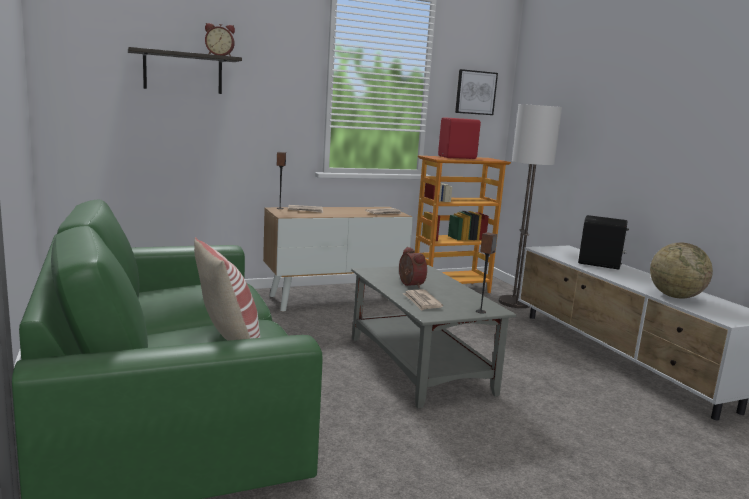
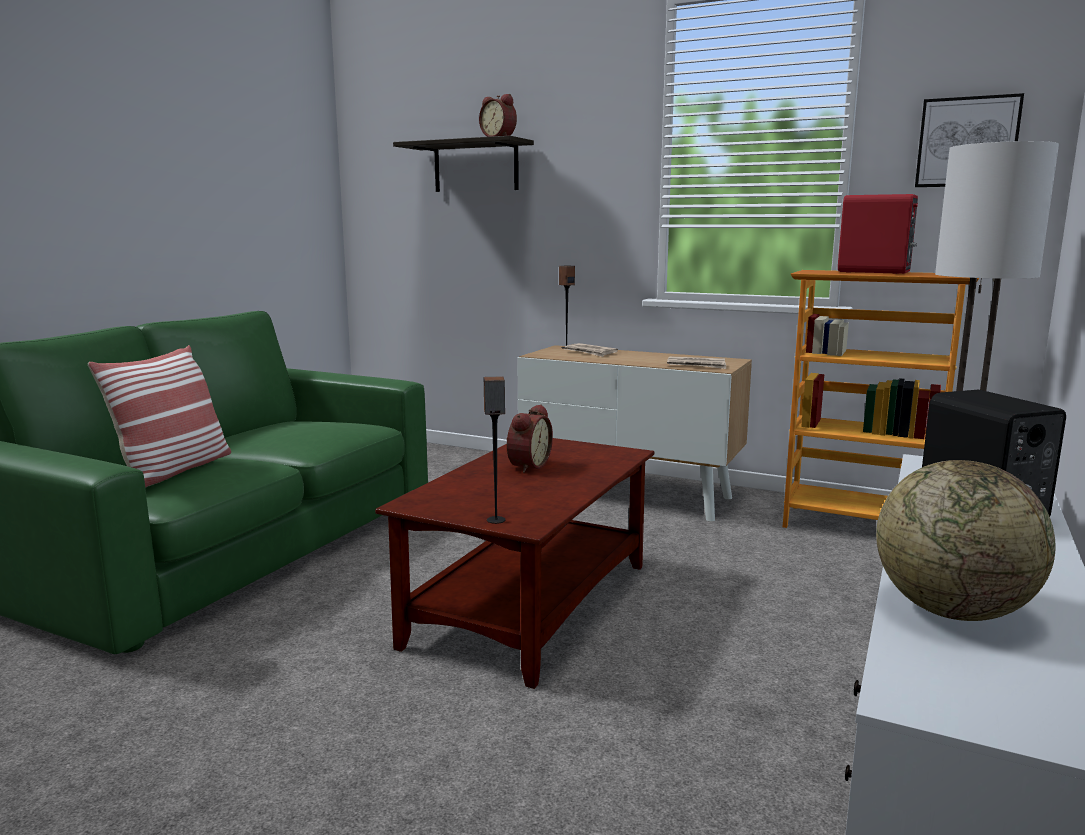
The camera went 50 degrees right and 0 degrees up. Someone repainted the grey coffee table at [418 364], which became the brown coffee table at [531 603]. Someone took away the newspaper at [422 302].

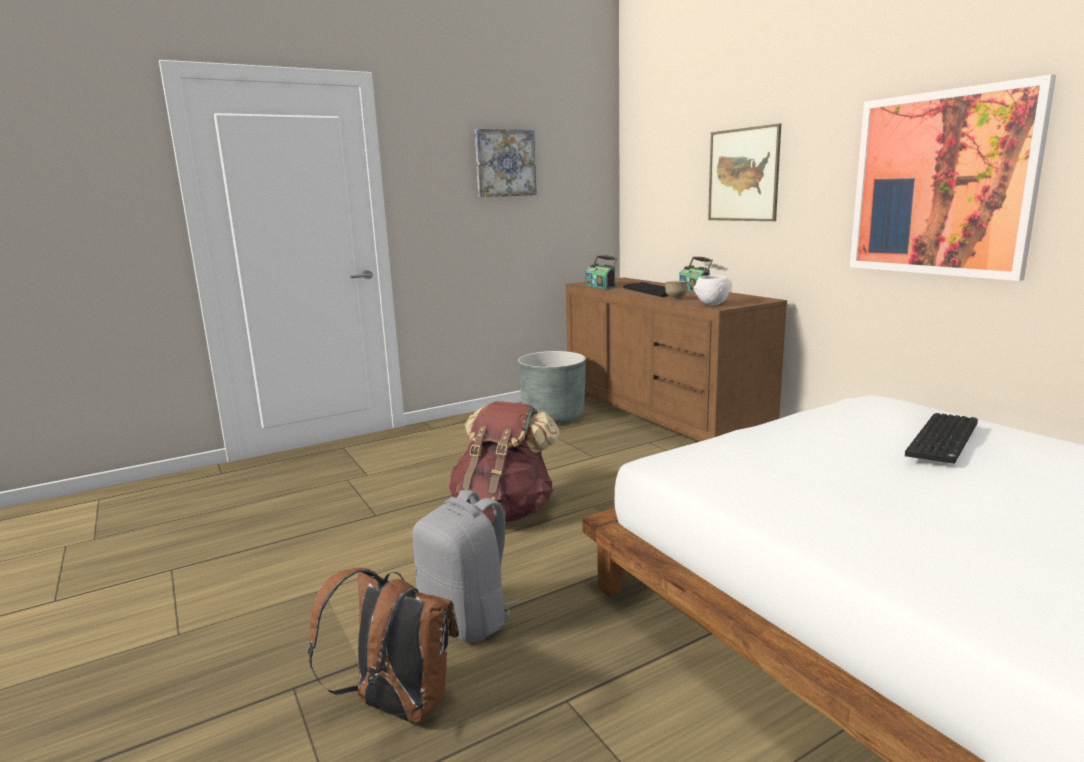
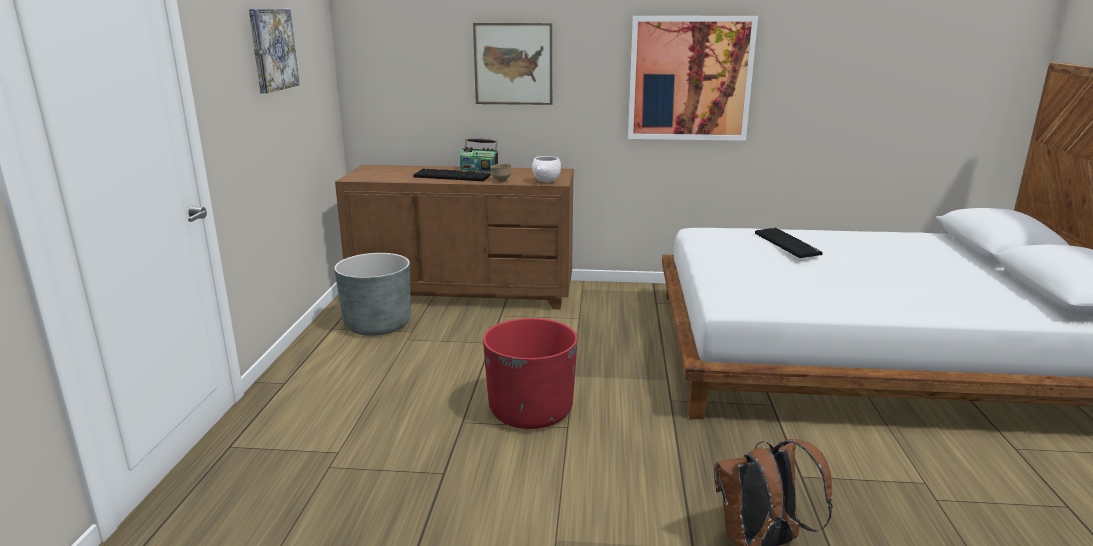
The camera went 55 degrees left and 5 degrees up. Someone took away the grey backpack at [468 619]. Someone swapped the brown backpack at [504 511] for the red planter at [530 411]. Someone took away the radio at [601 286].

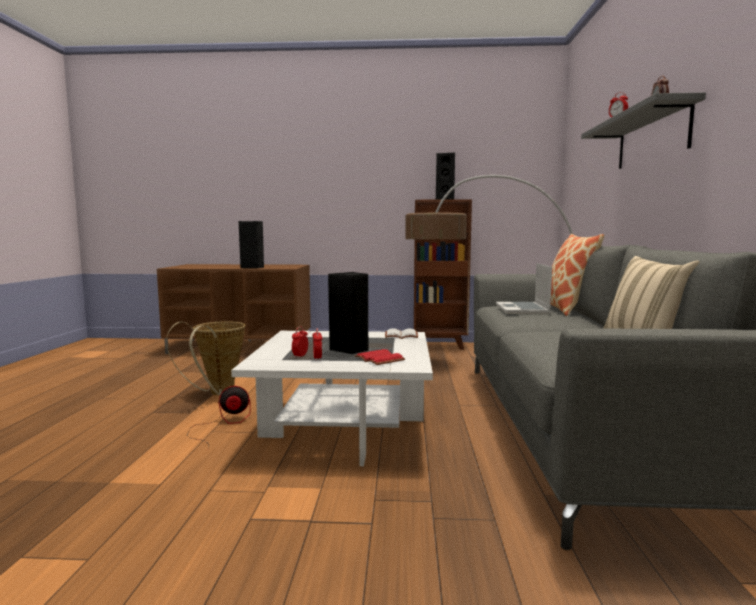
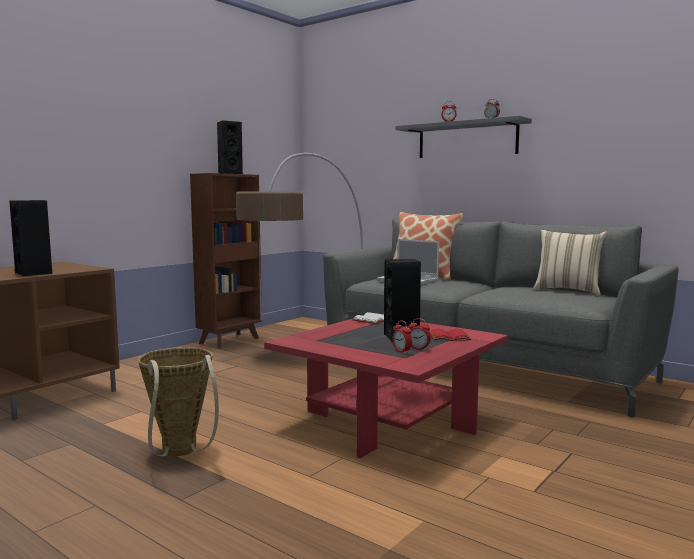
The camera went 55 degrees left and 0 degrees up. Someone took away the fan at [223 424]. Someone repainted the white coffee table at [344 428], which became the red coffee table at [388 422].

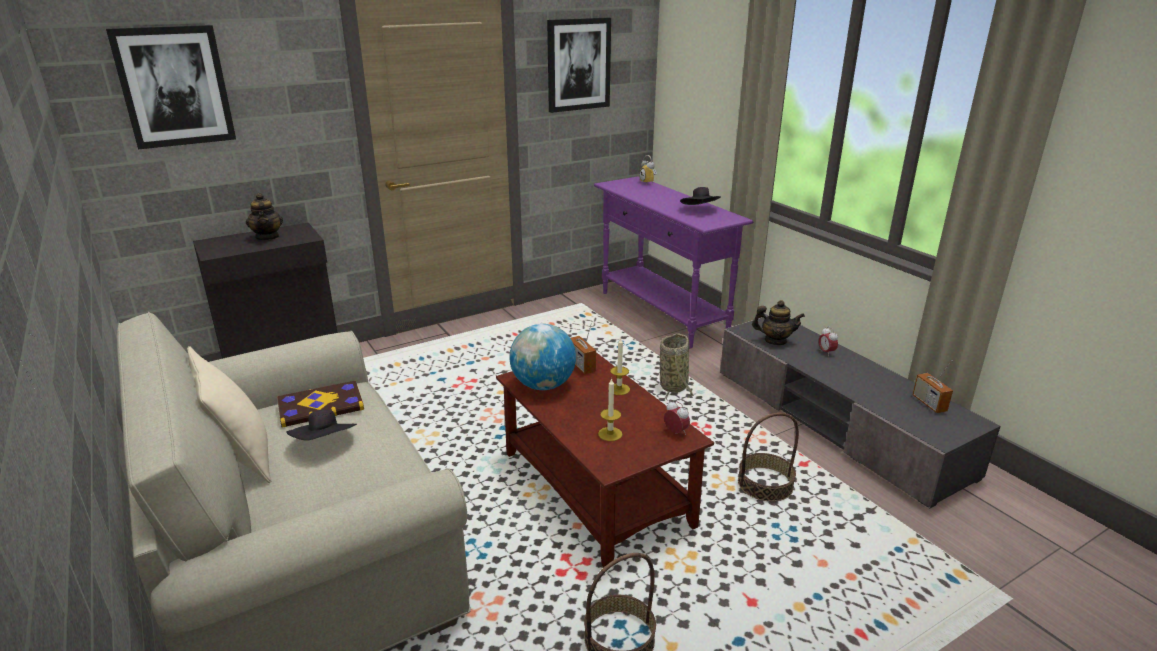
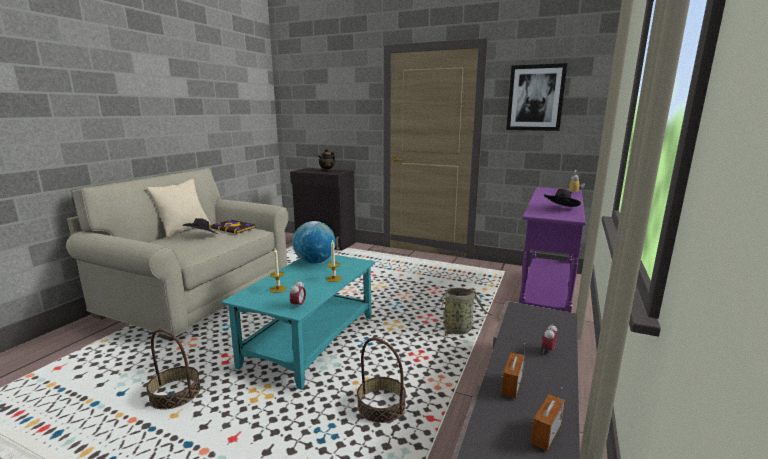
The camera went 55 degrees right and 10 degrees down. Someone took away the picture at [174 87]. Someone repainted the brown coffee table at [594 488], which became the turquoise coffee table at [311 340]. Someone carried the radio from [581 366] to [511 386]. Someone took away the teapot at [775 341].

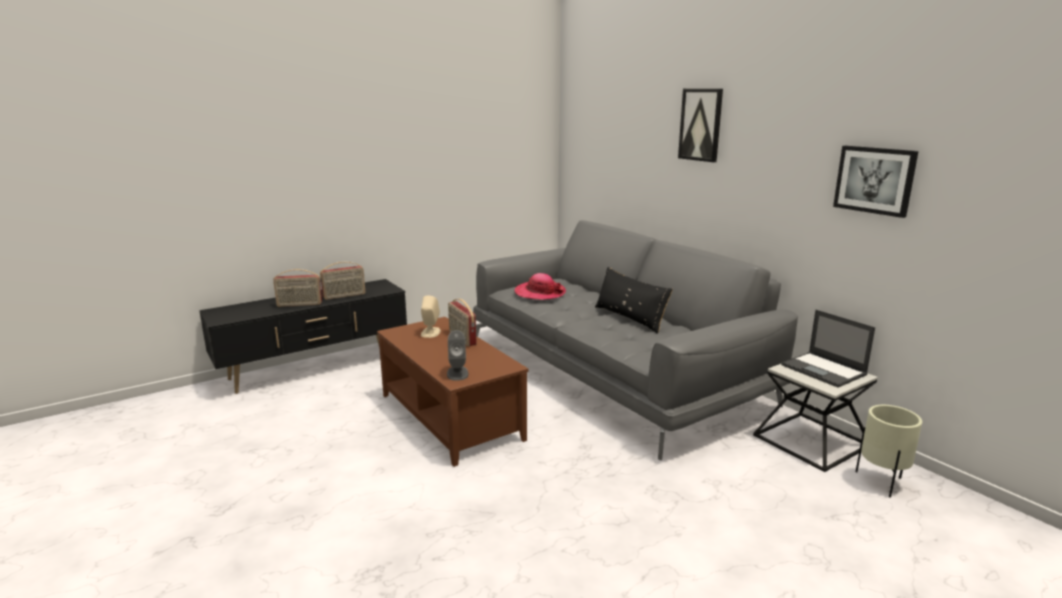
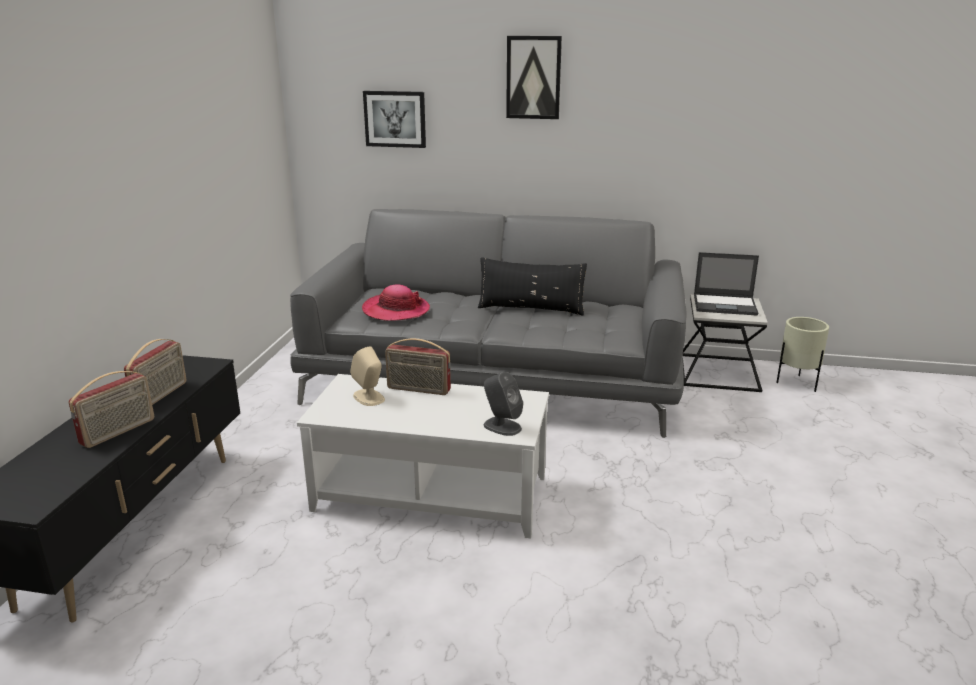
The camera went 45 degrees left and 5 degrees up. Someone repainted the brown coffee table at [451 416], which became the white coffee table at [431 492]. Someone carried the picture from [874 180] to [395 119].

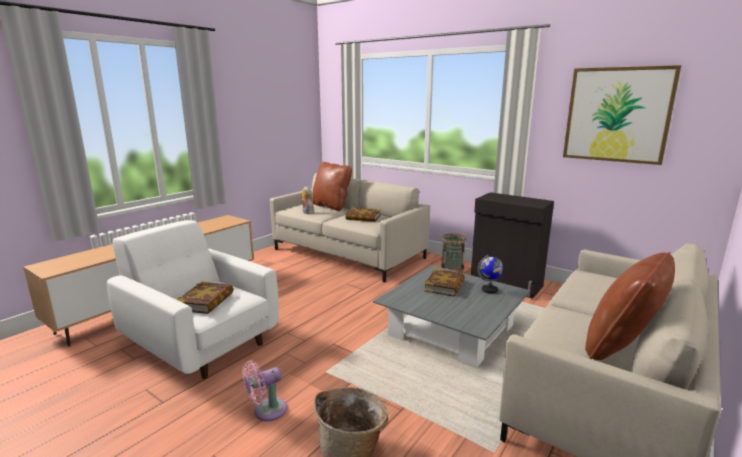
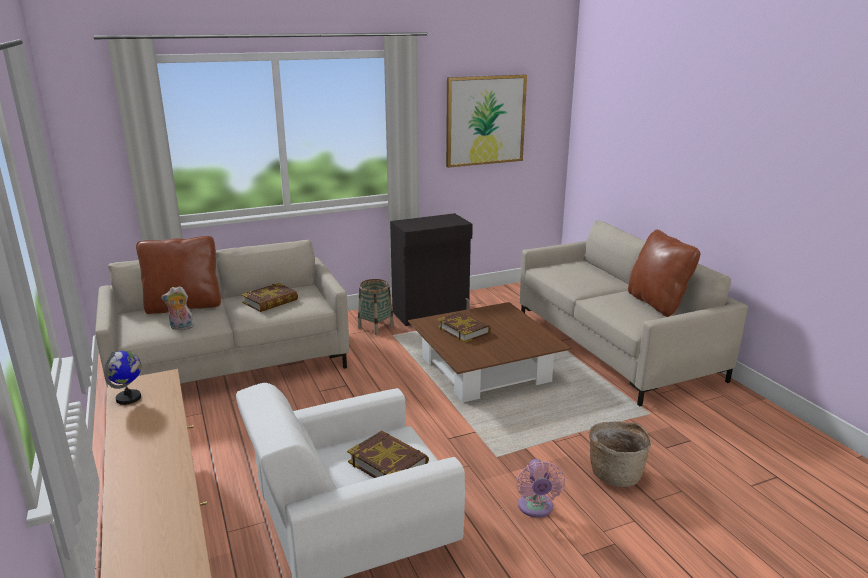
The camera went 60 degrees left and 5 degrees up. Someone repainted the grey coffee table at [452 331], which became the brown coffee table at [485 369]. Someone carried the globe from [489 290] to [129 398].

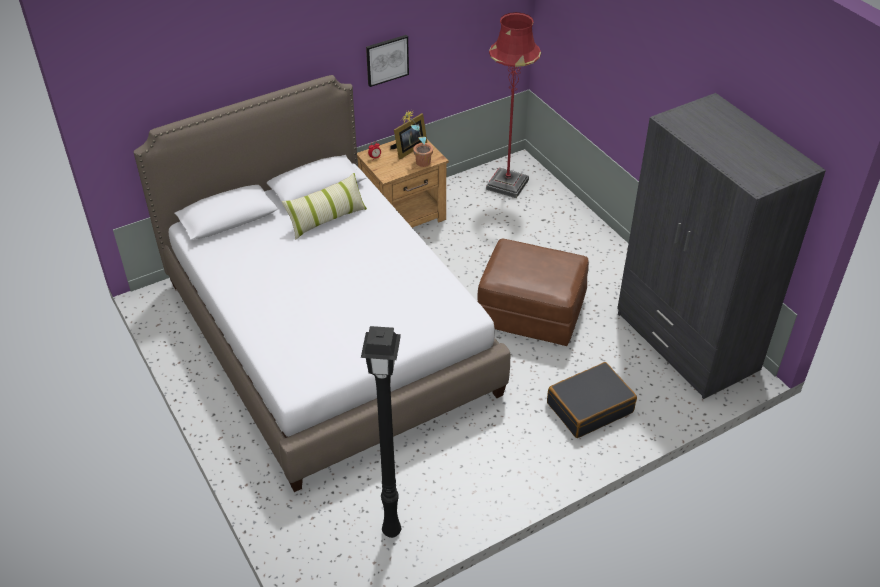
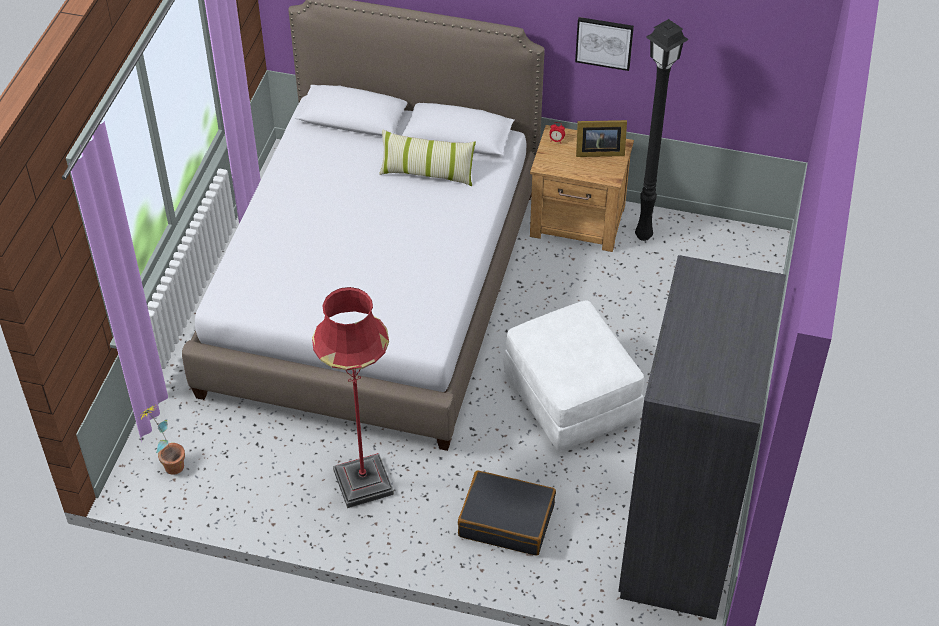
The camera went 45 degrees right and 5 degrees up. Someone carried the black floor lamp from [392 532] to [643 236]. Someone carried the potted plant from [418 163] to [169 463]. Someone repainted the brown ottoman at [530 312], which became the white ottoman at [570 397]. Someone carried the red floor lamp from [507 184] to [363 482].

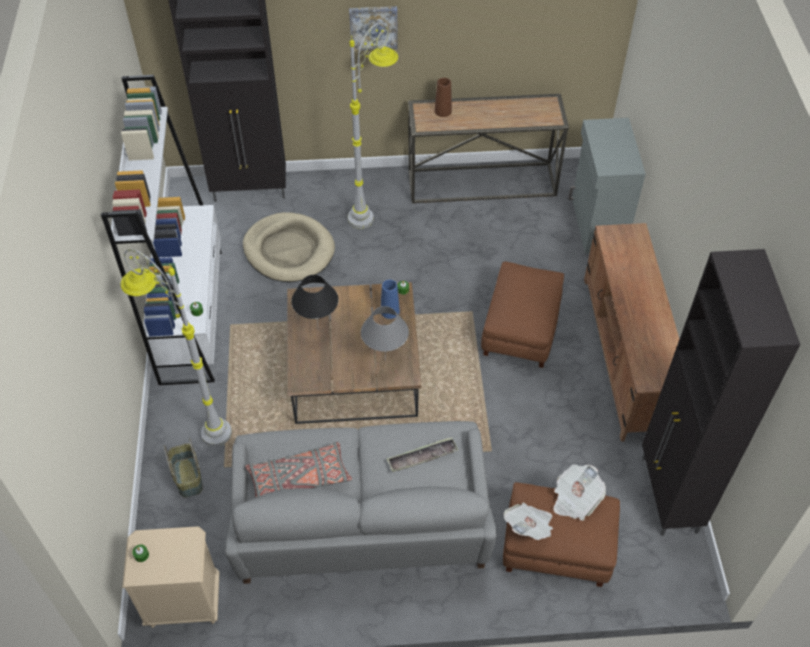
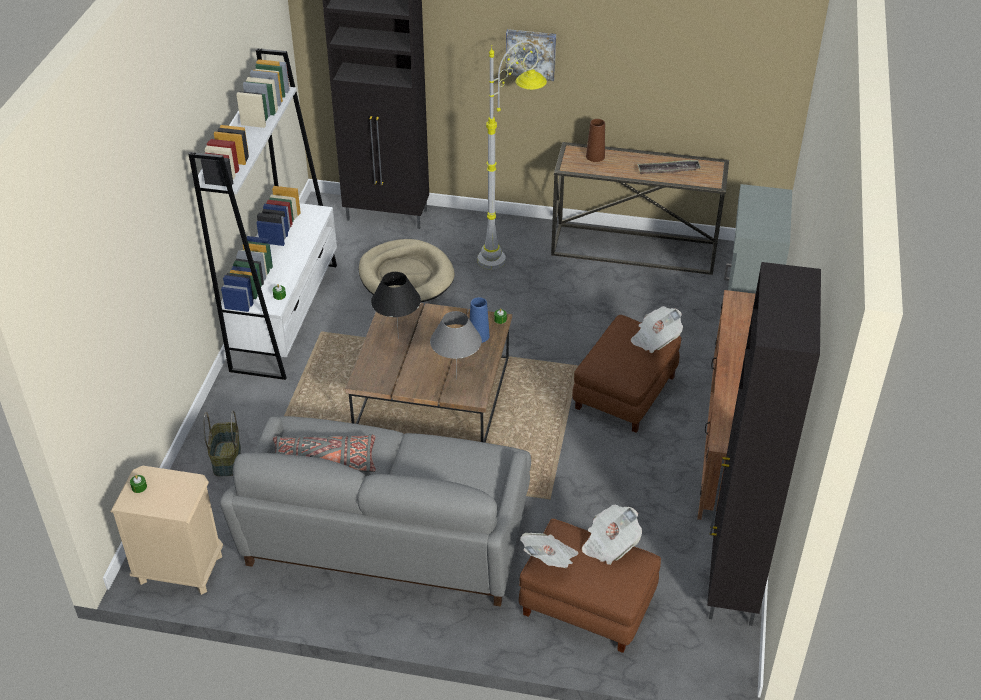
The camera went 15 degrees right and 10 degrees down. Someone took away the grey floor lamp at [197 420]. Someone carried the tray from [422 457] to [668 170]. Someone put down the newspaper at [655 339].

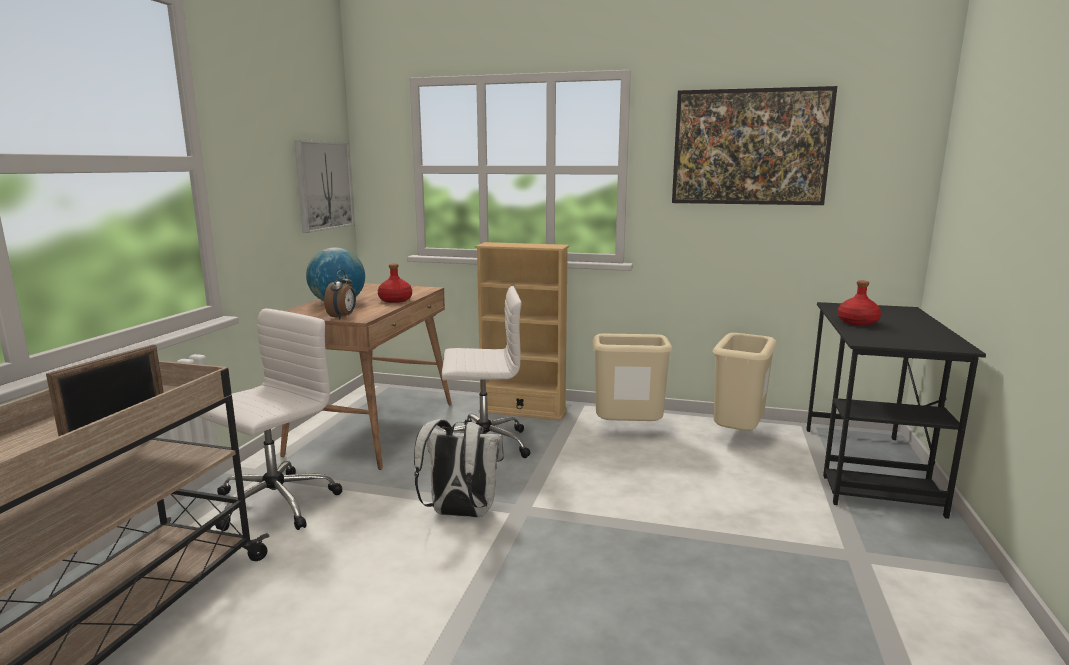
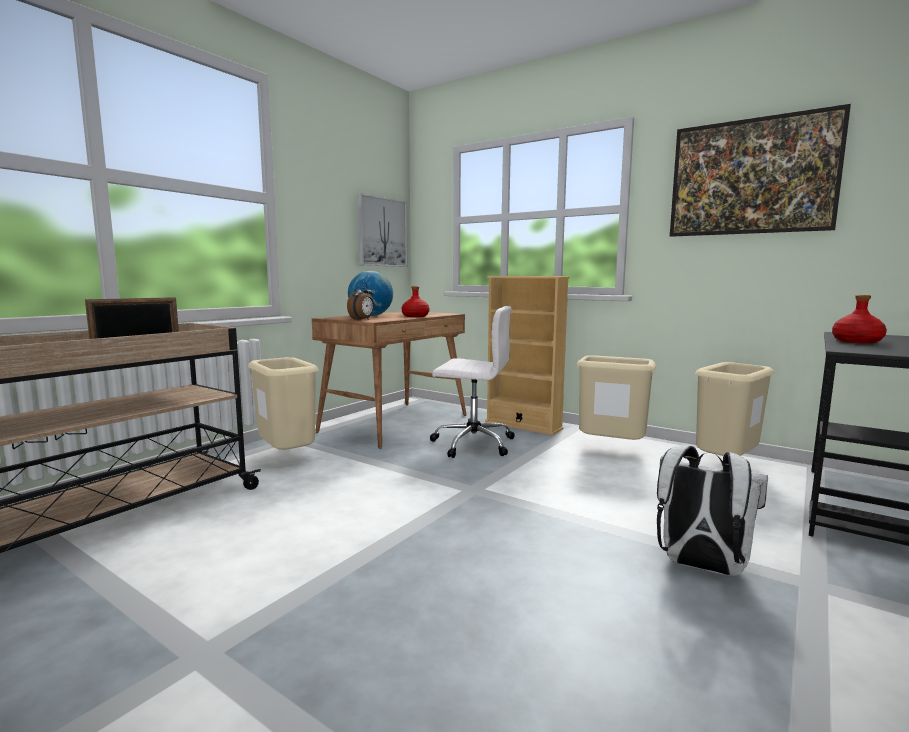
The camera went 20 degrees right and 5 degrees down. Someone swapped the white office chair at [273 504] for the beige trash can at [288 458]. Someone carried the white backpack from [460 514] to [700 567].

